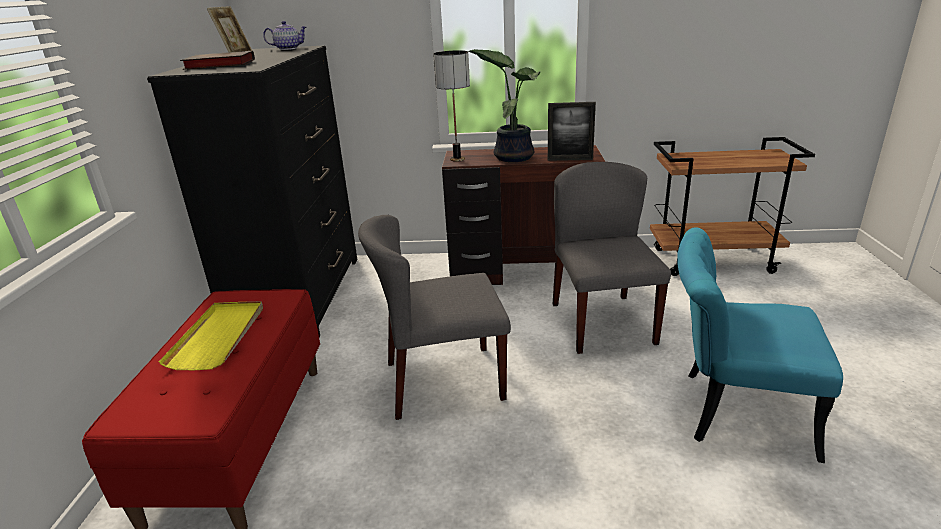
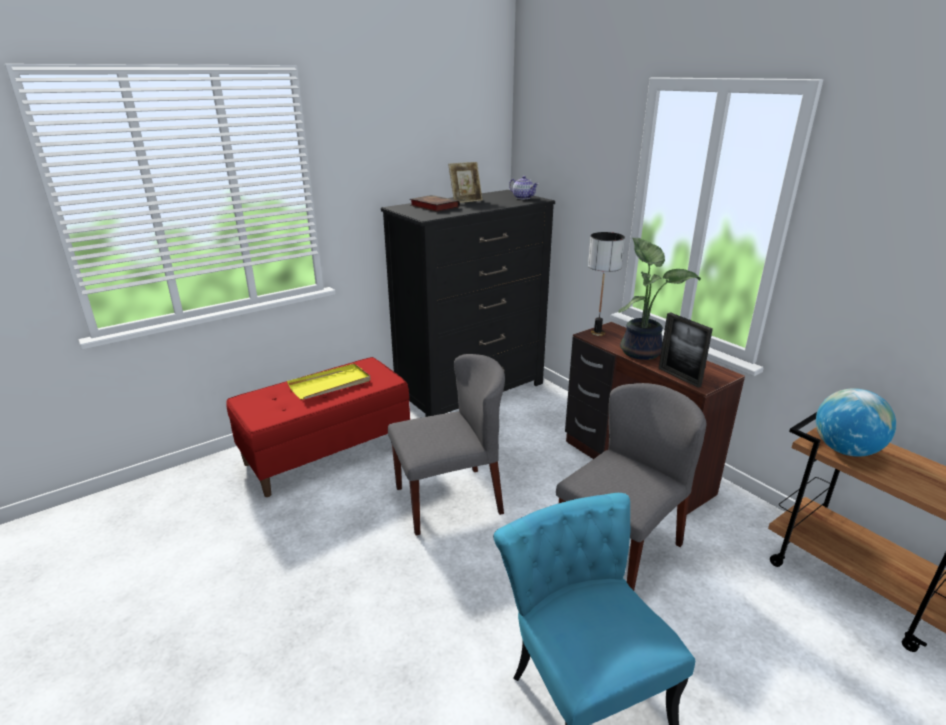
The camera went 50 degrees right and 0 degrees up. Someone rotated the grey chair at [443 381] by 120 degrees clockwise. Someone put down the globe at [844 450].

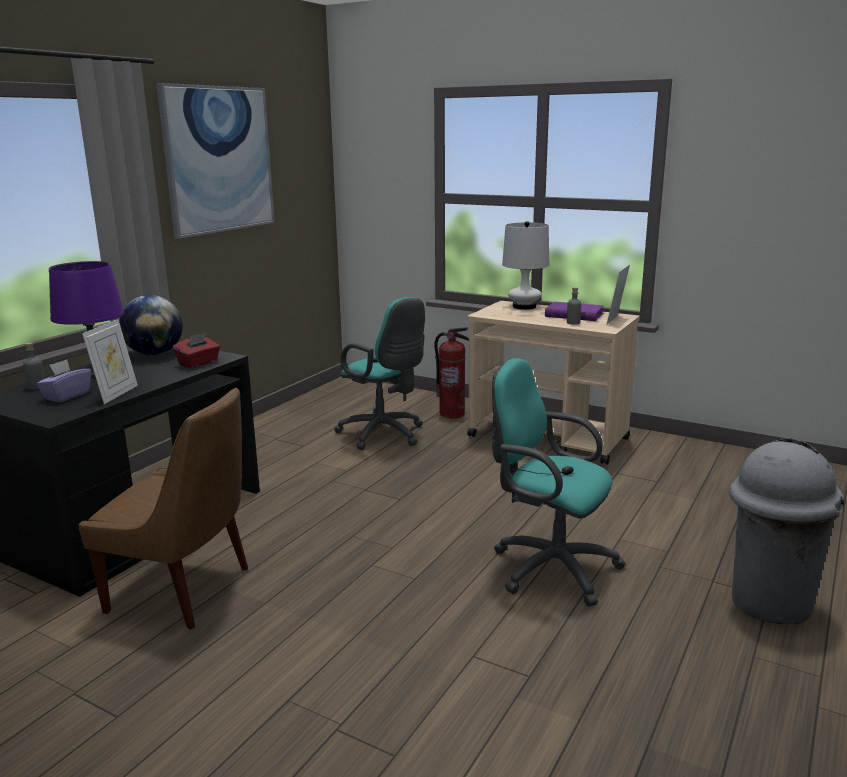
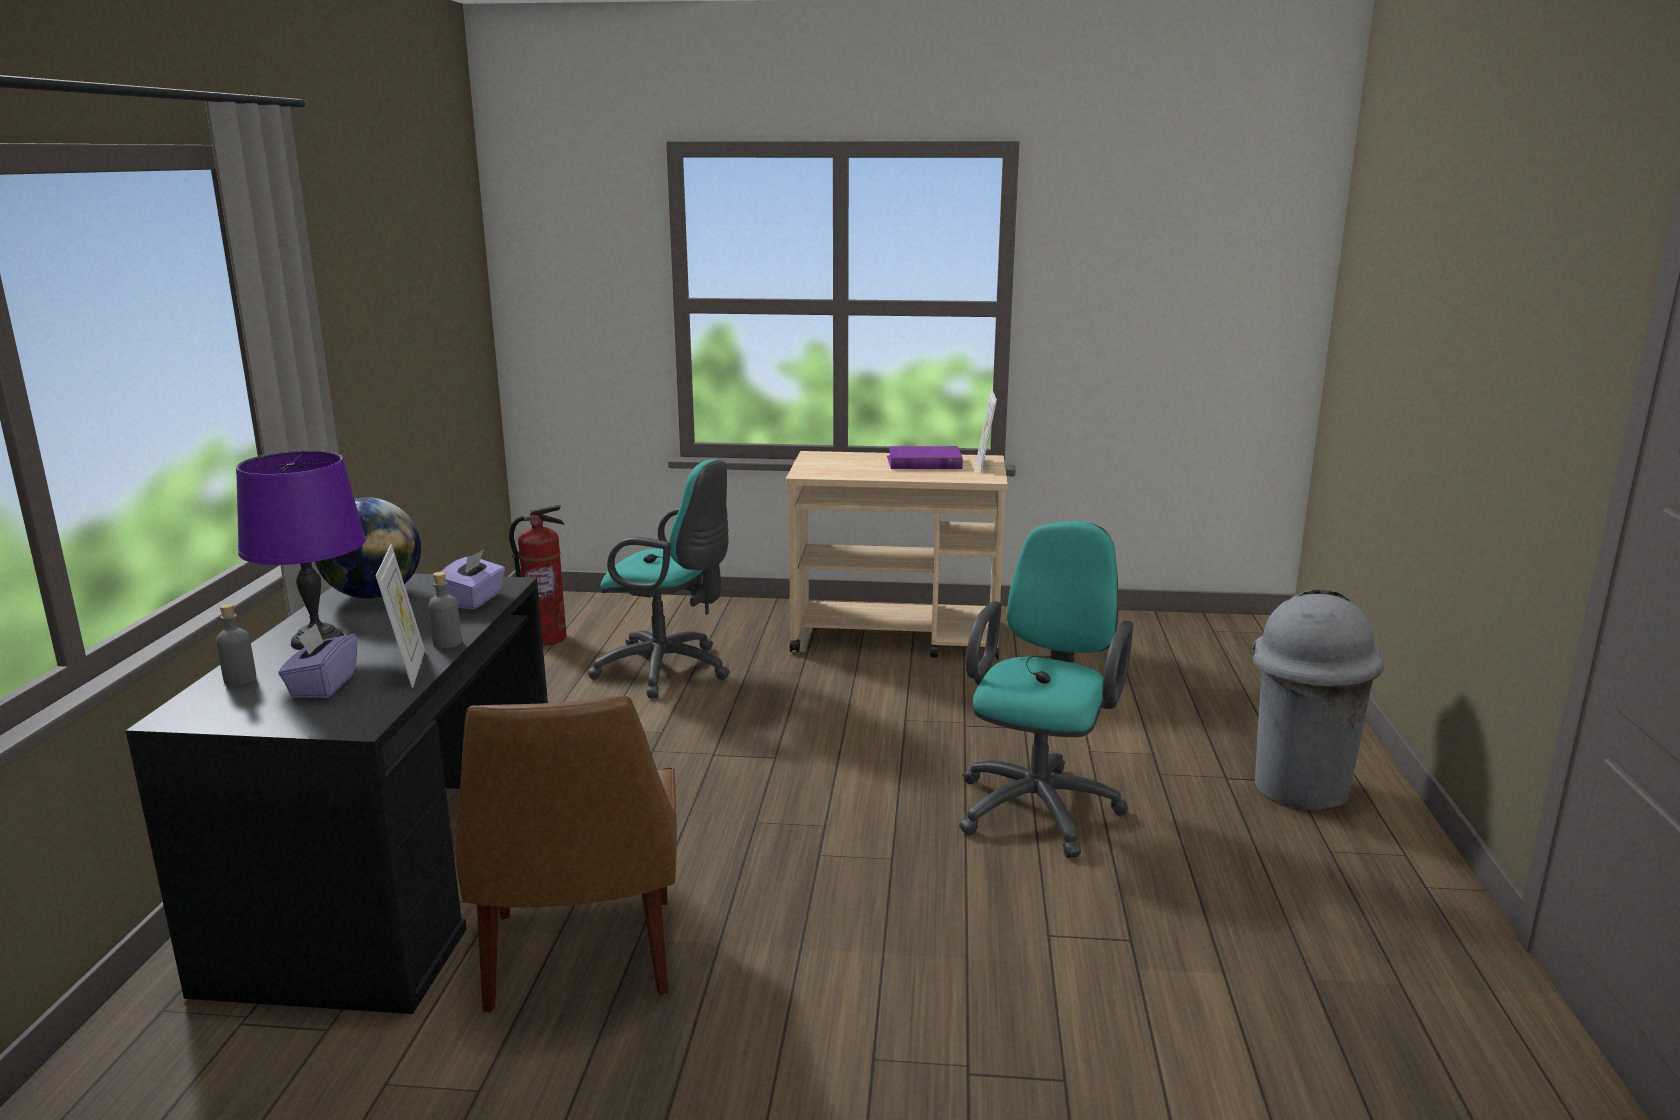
The camera went 25 degrees left and 0 degrees up. Someone rotated the brown chair at [184 590] by 90 degrees clockwise. Someone took away the picture at [219 160]. Someone repainted the red tissue box at [198 363], which became the purple tissue box at [474 600]. Someone carried the fire extinguisher from [452 414] to [546 638]. Someone rotated the turquoise office chair at [548 567] by 105 degrees clockwise. Someone took away the white table lamp at [524 307]. Someone carried the grey bottle from [573 322] to [447 642].

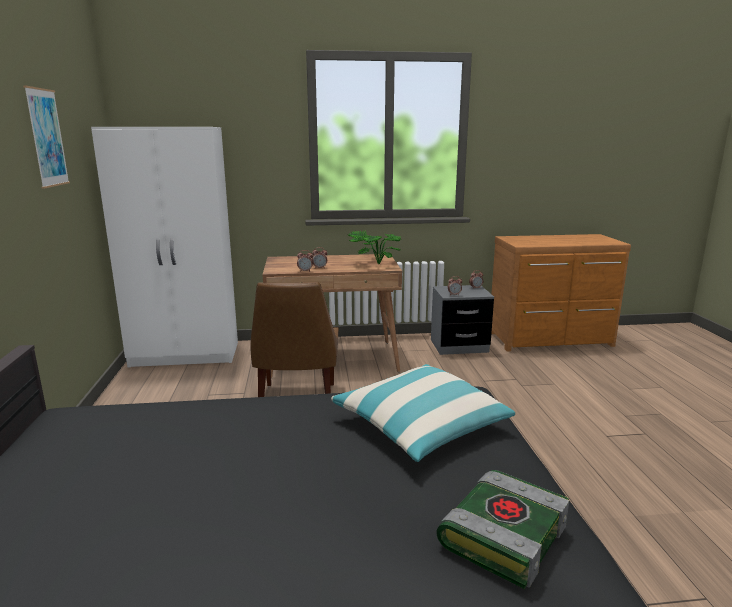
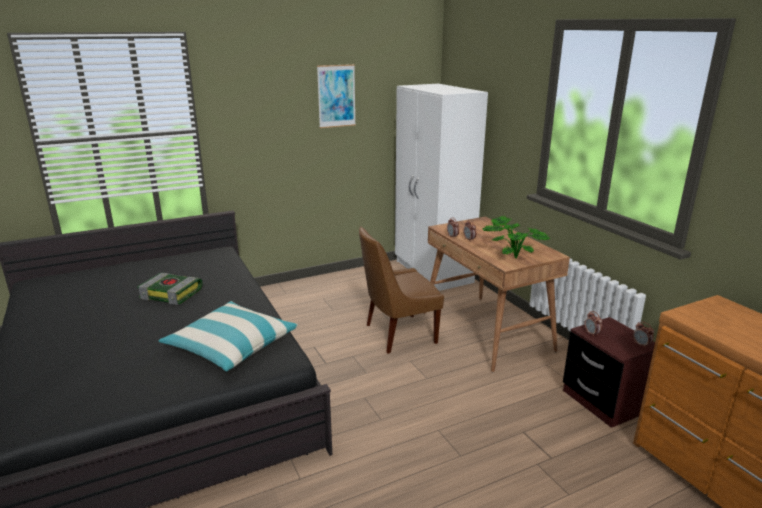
The camera went 70 degrees right and 5 degrees up. Someone repainted the grey nightstand at [459 346], which became the brown nightstand at [604 401]. Someone carried the book from [502 533] to [172 293].

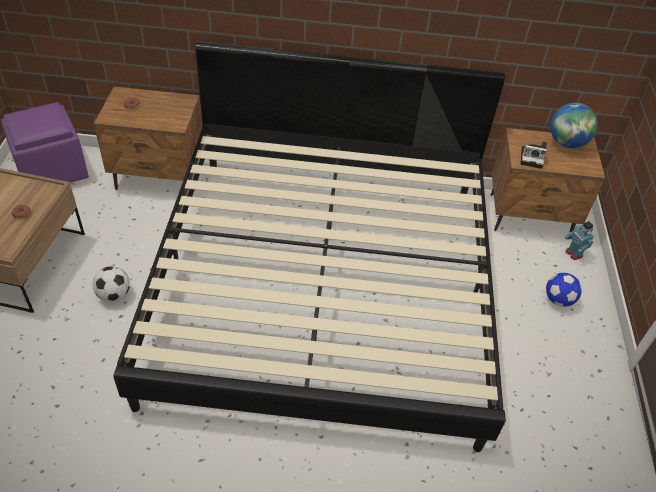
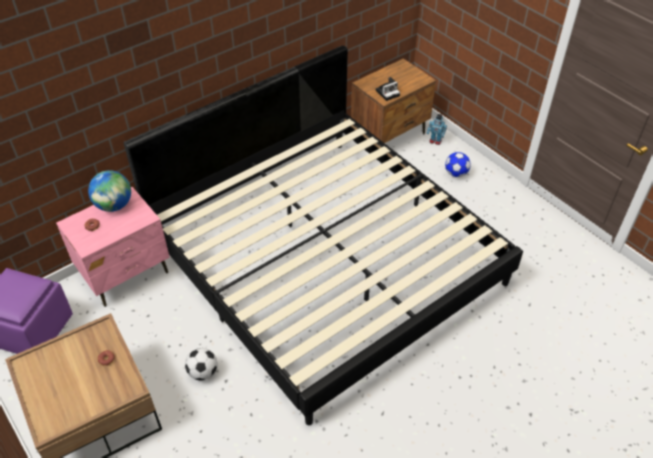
The camera went 40 degrees left and 0 degrees up. Someone repainted the brown nightstand at [159 176], which became the pink nightstand at [126 274]. Someone carried the globe from [566 143] to [114 205].

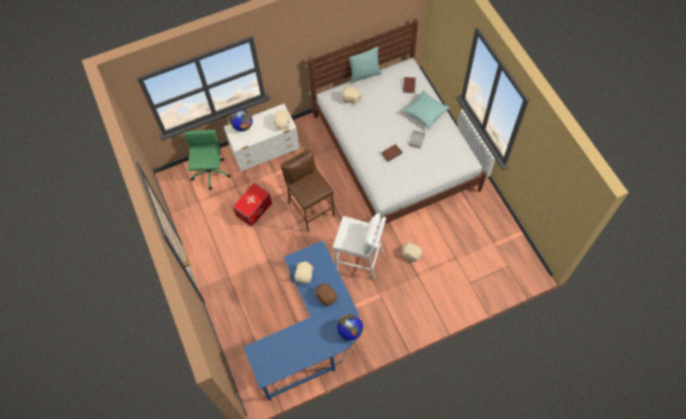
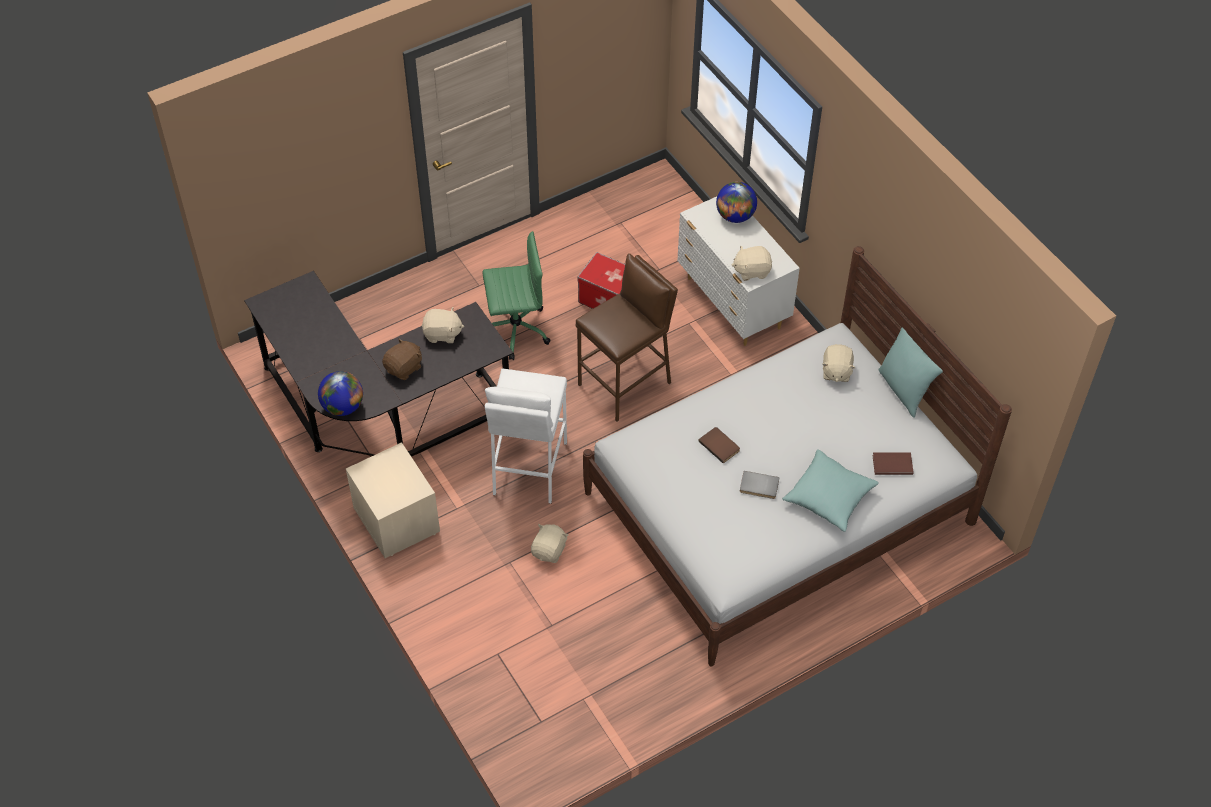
The camera went 80 degrees right and 10 degrees down. Someone carried the green office chair from [210 174] to [515 330]. Someone repainted the blue desk at [313 335], which became the black desk at [378 414]. Someone put down the beige nightstand at [395 520].

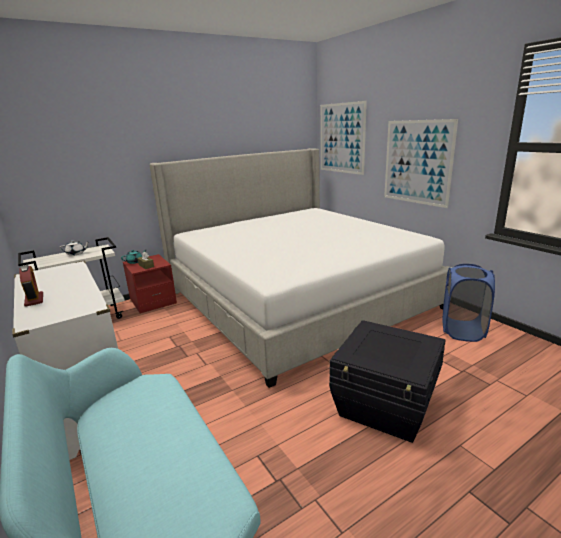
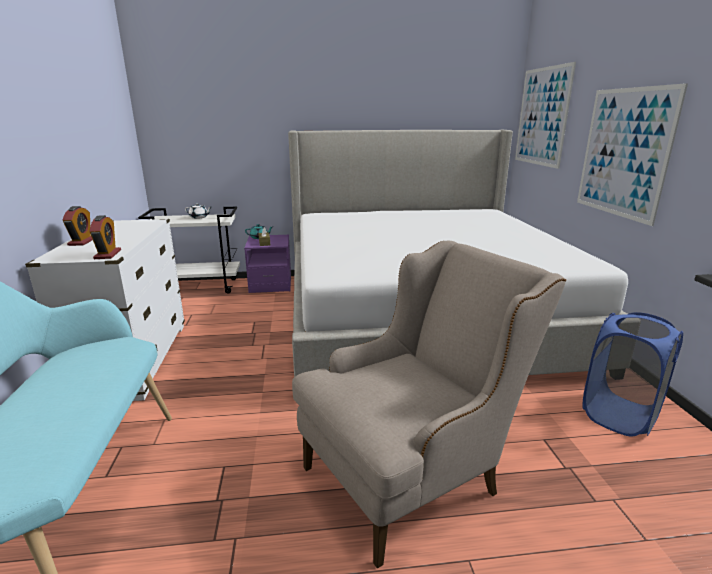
The camera went 25 degrees right and 0 degrees up. Someone repainted the red nightstand at [153 301], which became the purple nightstand at [271 284]. Someone swapped the black storage box at [386 406] for the beige armchair at [413 472]. Someone put down the alarm clock at [107 254].

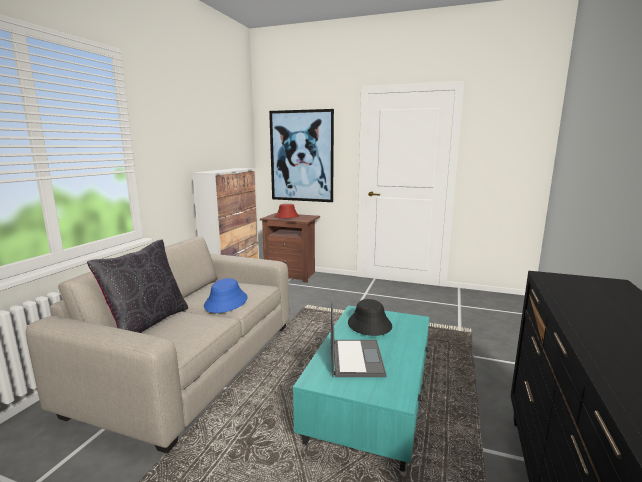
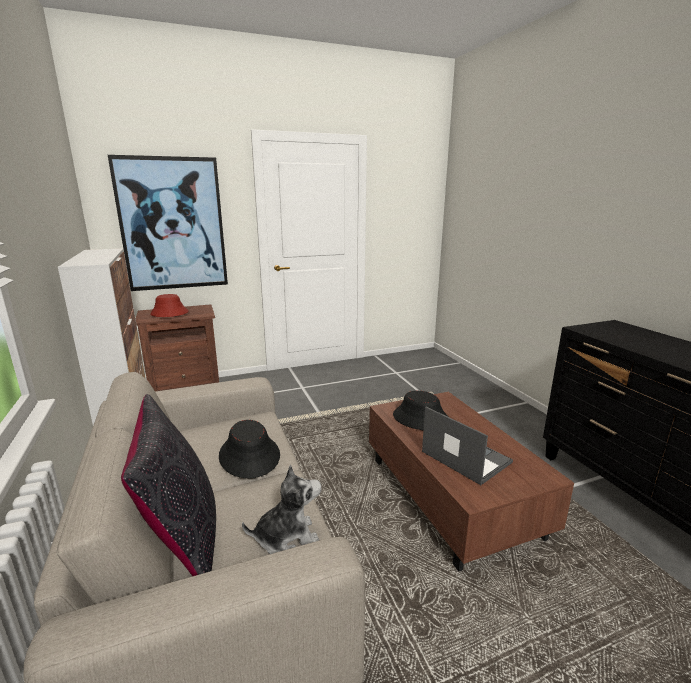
The camera went 40 degrees left and 5 degrees up. Someone repainted the blue hat at [226 302], which became the black hat at [250 455]. Someone repainted the turquoise coffee table at [371 400], which became the brown coffee table at [450 494]. Someone put down the plush toy at [287 537].

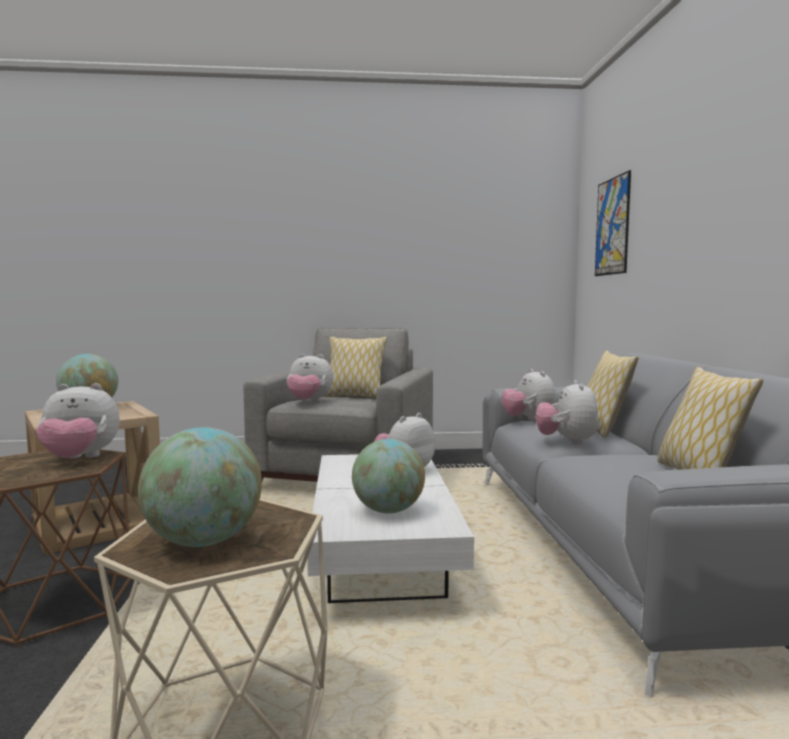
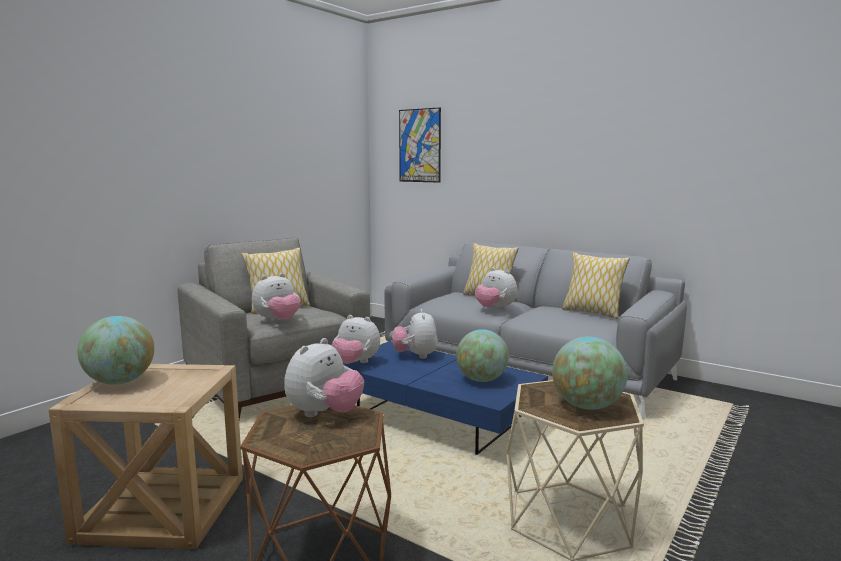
The camera went 50 degrees left and 5 degrees up. Someone repainted the white coffee table at [383 555], which became the blue coffee table at [436 420]. Someone carried the plush toy from [528 420] to [356 363].

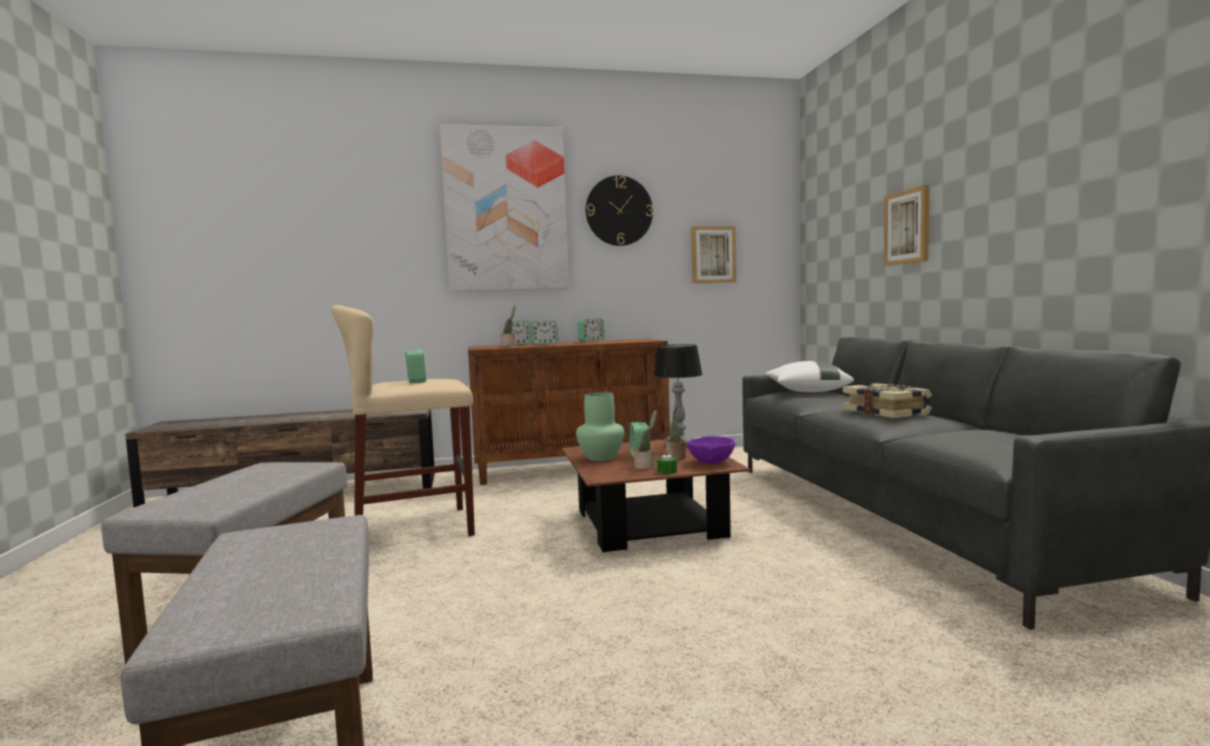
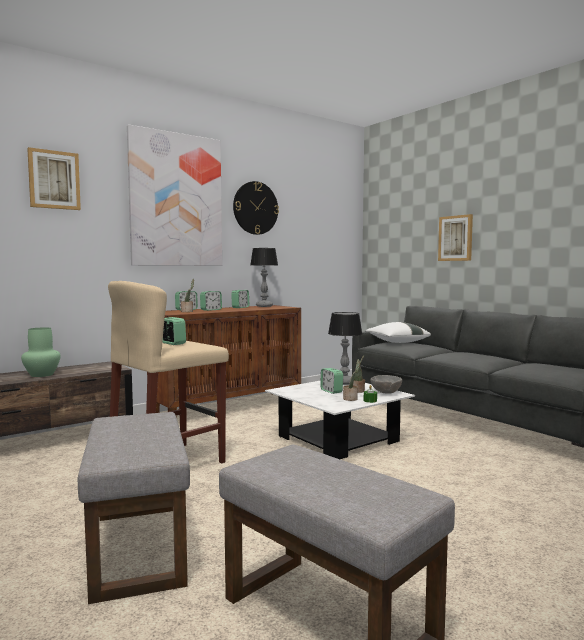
The camera went 25 degrees left and 0 degrees up. Someone repainted the brown coffee table at [649 523], which became the white coffee table at [338 439]. Someone carried the green vase from [601 457] to [42 374]. Someone repainted the purple bowl at [711 462], which became the grey bowl at [386 393]. Someone carried the picture from [713 255] to [54 180]. Someone took away the book at [886 413]. Someone put down the table lamp at [264 306].

